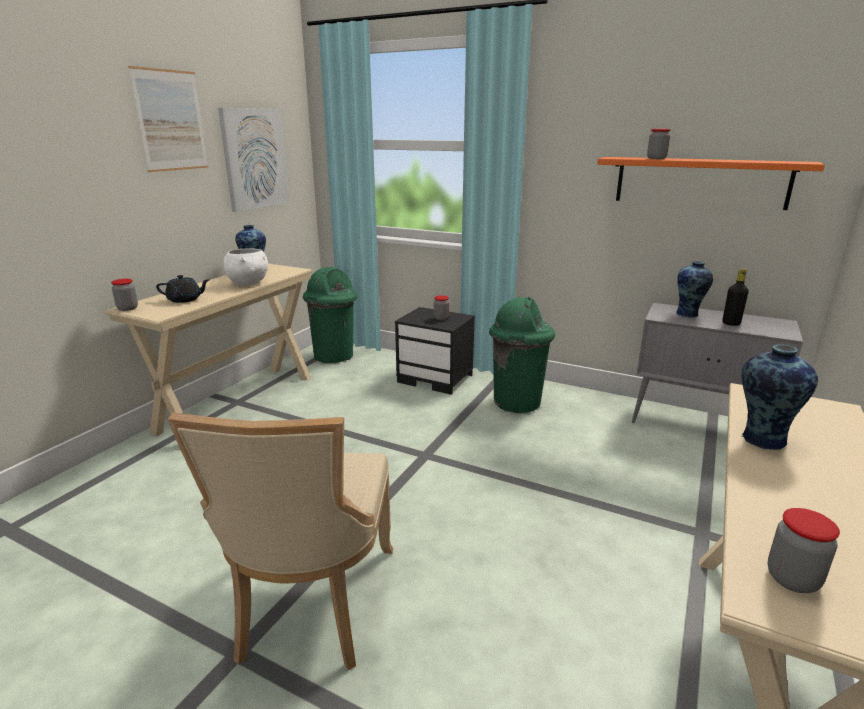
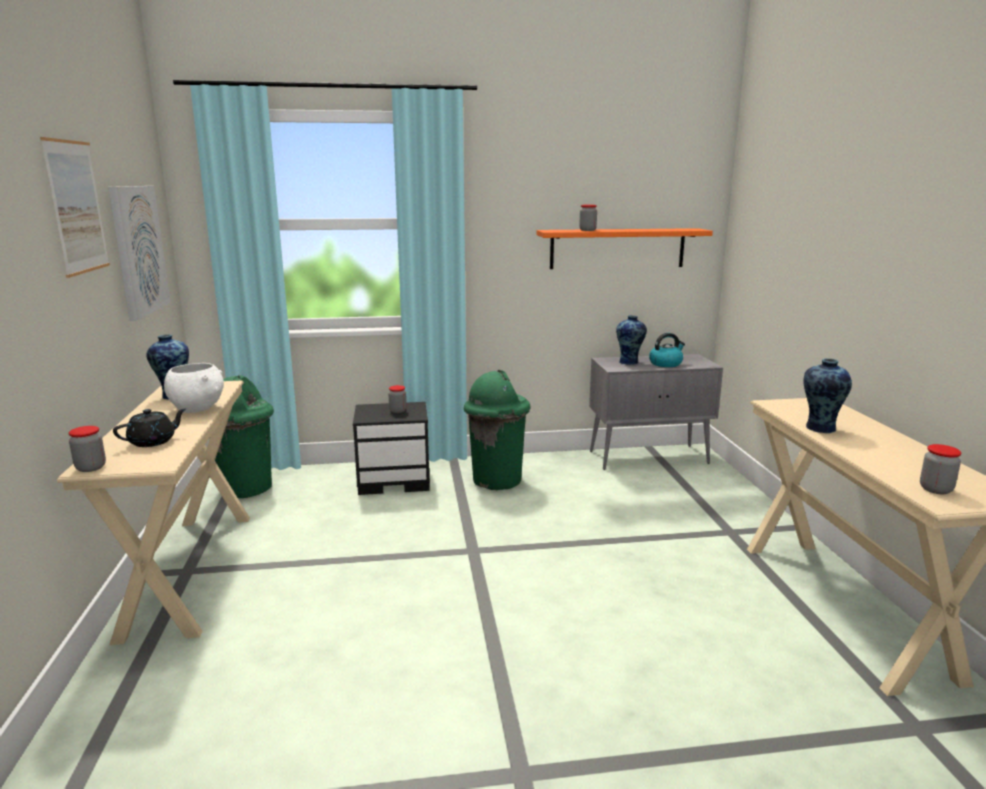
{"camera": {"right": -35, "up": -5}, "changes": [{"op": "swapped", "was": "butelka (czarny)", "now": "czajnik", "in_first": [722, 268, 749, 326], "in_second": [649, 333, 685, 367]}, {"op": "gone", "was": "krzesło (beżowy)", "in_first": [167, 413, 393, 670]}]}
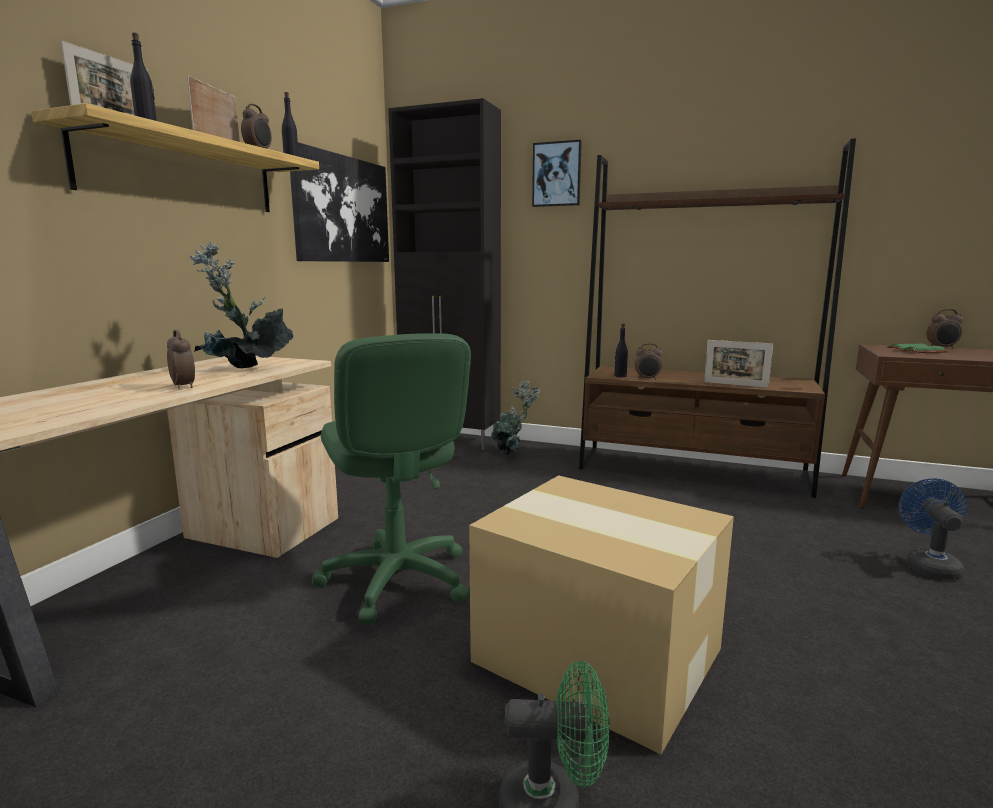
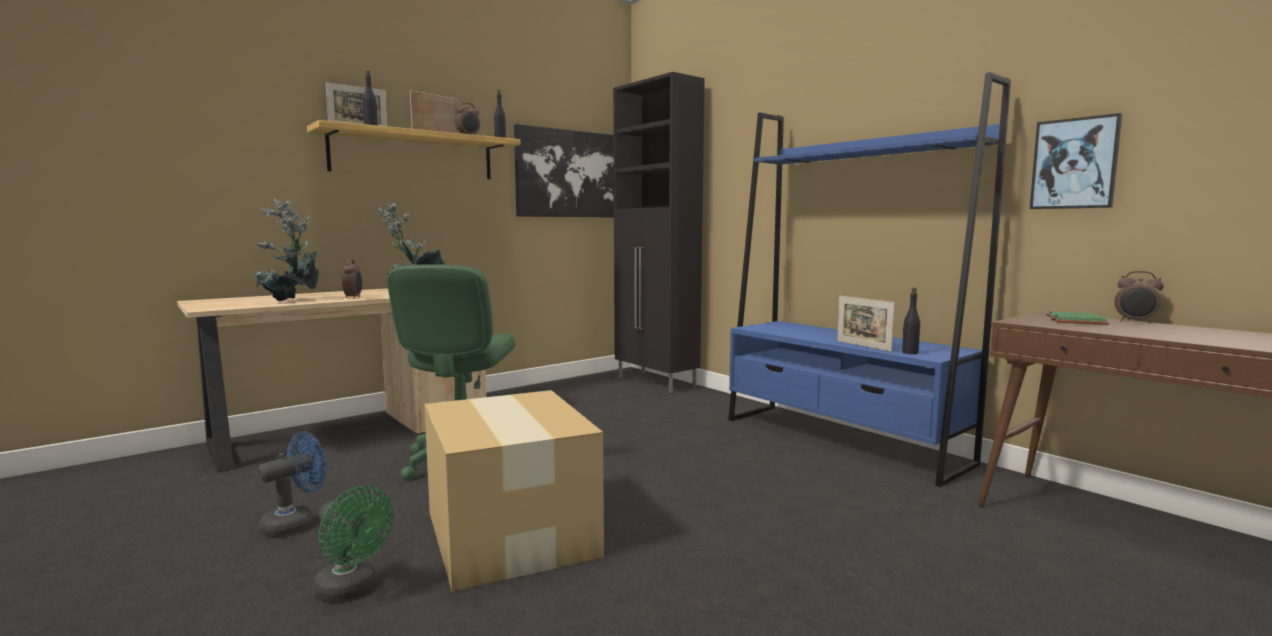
{"camera": {"right": 30, "up": -5}, "changes": [{"op": "repainted", "was": "regał (brązowy)", "now": "regał (niebieski)", "in_first": [579, 138, 856, 498], "in_second": [728, 72, 1011, 487]}, {"op": "shifted", "was": "obraz", "in_first": [532, 140, 582, 207], "in_second": [1030, 113, 1122, 209]}, {"op": "shifted", "was": "butelka (czarny)", "in_first": [614, 324, 628, 377], "in_second": [902, 288, 920, 354]}, {"op": "gone", "was": "budzik", "in_first": [634, 343, 662, 380]}, {"op": "shifted", "was": "roślina doniczkowa", "in_first": [491, 380, 540, 456], "in_second": [255, 199, 319, 301]}, {"op": "shifted", "was": "wentylator (niebieski)", "in_first": [899, 478, 967, 580], "in_second": [258, 432, 327, 537]}]}
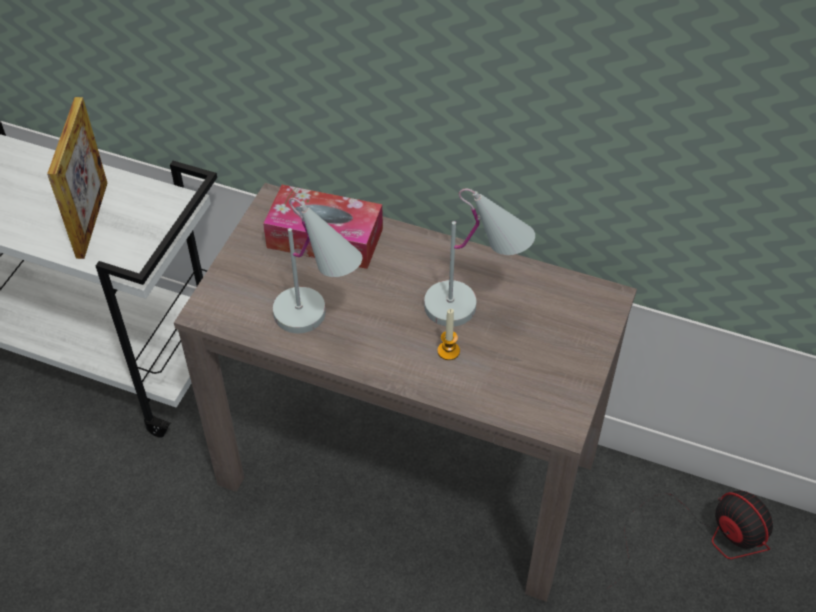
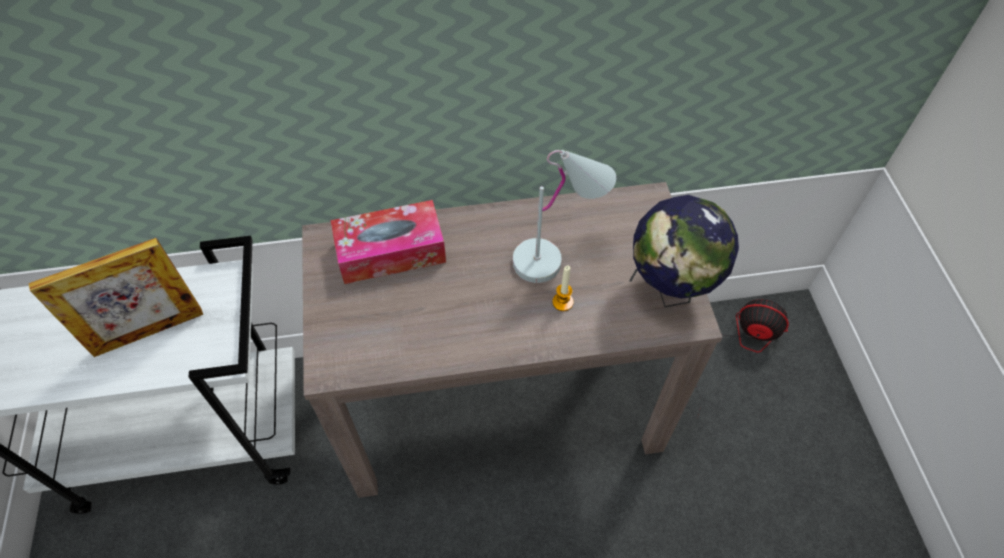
{"camera": {"right": -30, "up": 5}, "changes": [{"op": "rotated", "was": "ramka na zdjęcie", "in_first": [47, 97, 107, 259], "in_second": [29, 238, 203, 357], "clockwise": 90}, {"op": "gone", "was": "lampa stołowa (biały)", "in_first": [273, 198, 362, 334]}, {"op": "new", "now": "globus", "in_second": [629, 195, 739, 307]}]}
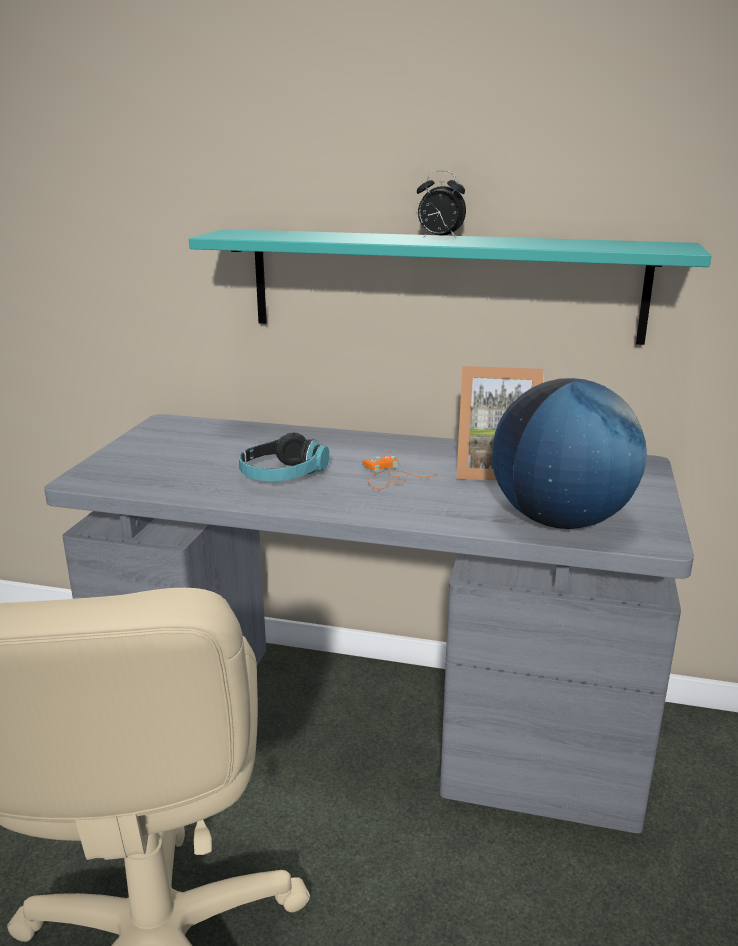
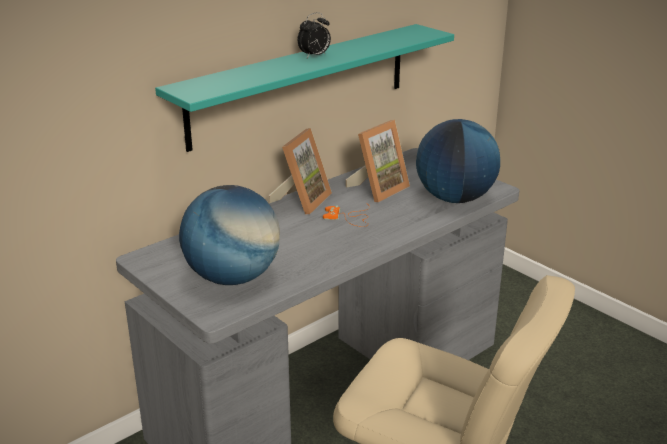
{"camera": {"right": -55, "up": 5}, "changes": [{"op": "gone", "was": "słuchawki", "in_first": [239, 432, 330, 481]}, {"op": "new", "now": "ramka na zdjęcie", "in_second": [268, 128, 332, 215]}, {"op": "new", "now": "globus", "in_second": [179, 185, 280, 285]}]}
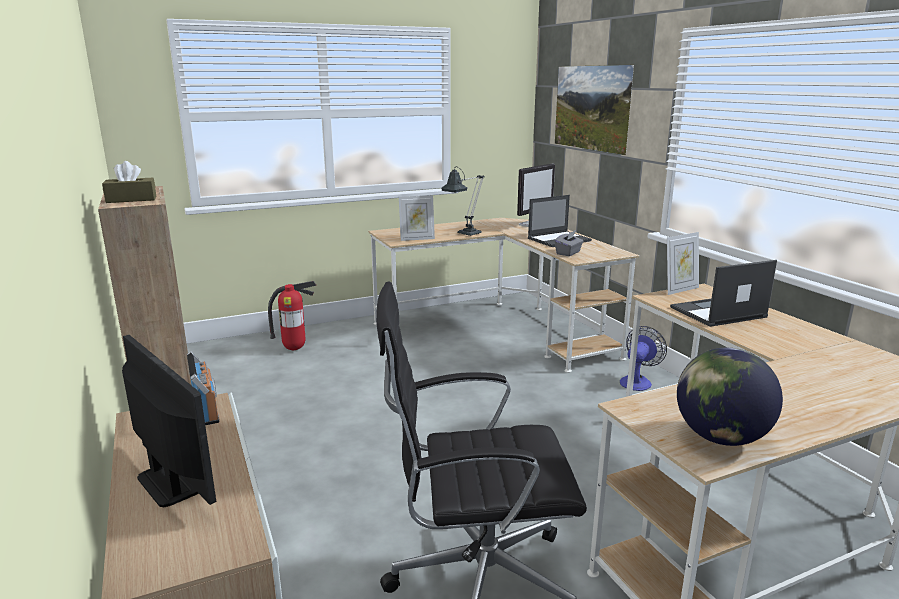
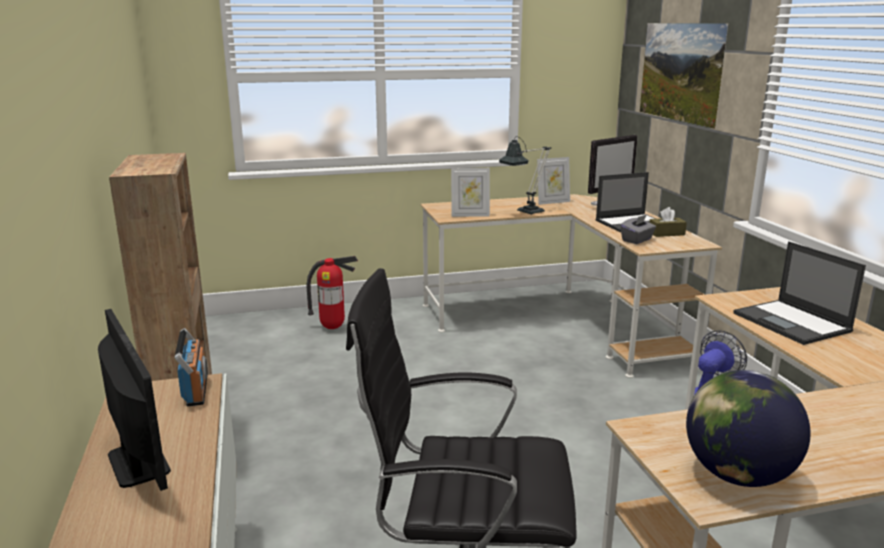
{"camera": {"right": 10, "up": 0}, "changes": [{"op": "shifted", "was": "pudełko chusteczek (brązowy)", "in_first": [102, 161, 156, 203], "in_second": [649, 207, 687, 237]}, {"op": "shifted", "was": "ramka na zdjęcie", "in_first": [667, 232, 699, 295], "in_second": [537, 157, 570, 205]}, {"op": "rotated", "was": "laptop", "in_first": [670, 260, 777, 327], "in_second": [733, 241, 866, 345], "clockwise": -105}]}
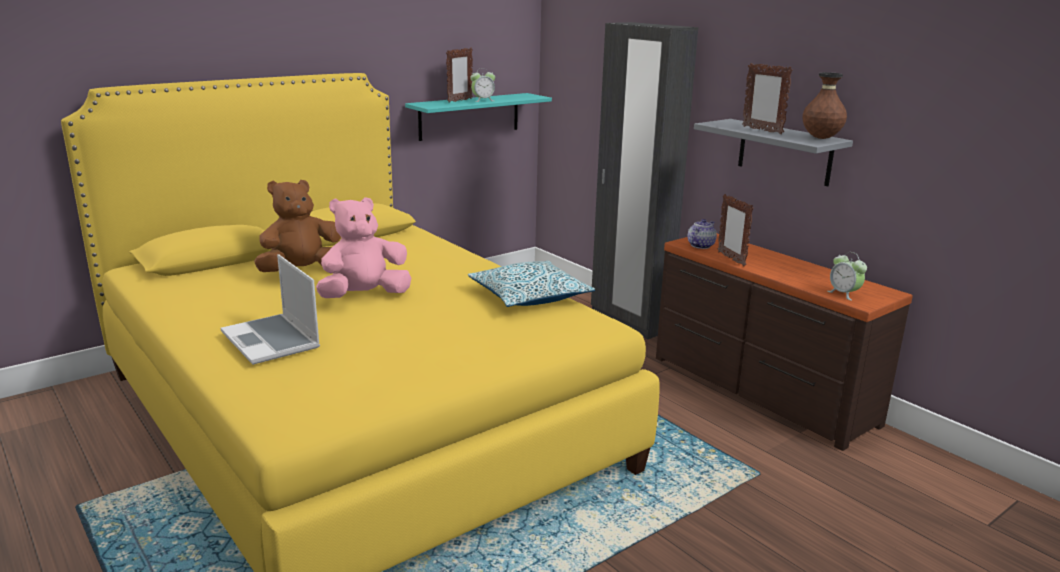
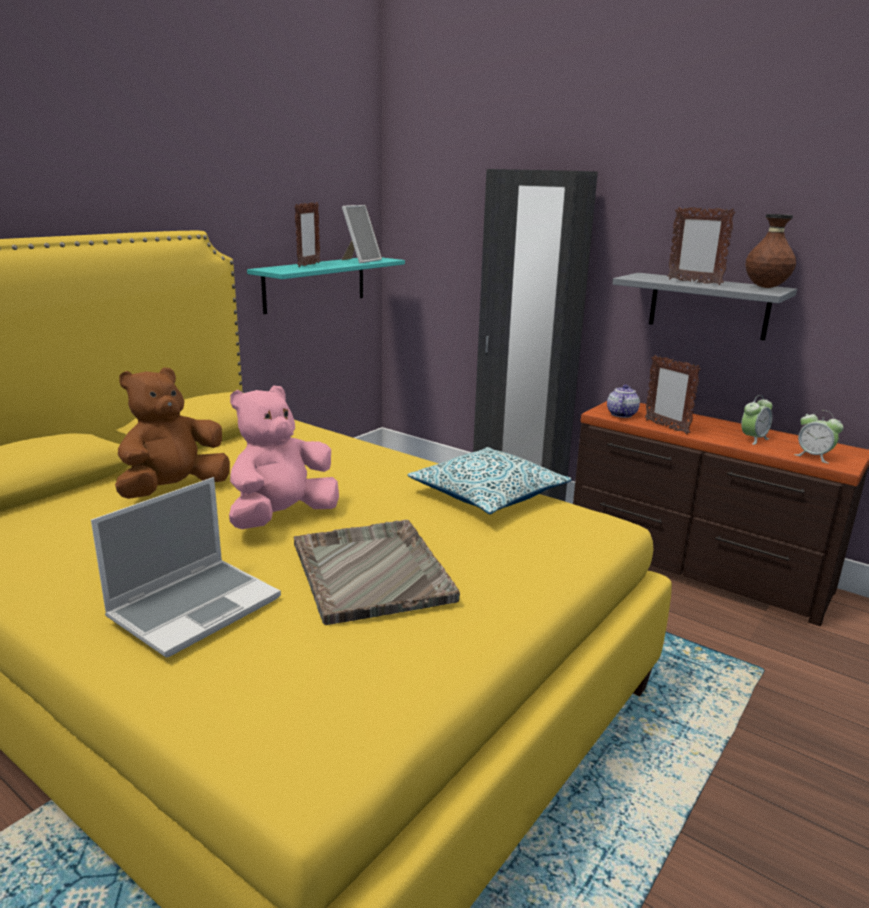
{"camera": {"right": -15, "up": 0}, "changes": [{"op": "shifted", "was": "budzik", "in_first": [470, 68, 495, 102], "in_second": [741, 395, 772, 445]}, {"op": "rotated", "was": "laptop", "in_first": [221, 254, 320, 365], "in_second": [91, 477, 281, 657], "clockwise": -90}, {"op": "new", "now": "ramka na zdjęcie", "in_second": [342, 205, 382, 263]}, {"op": "new", "now": "taca (szary)", "in_second": [293, 520, 460, 625]}]}
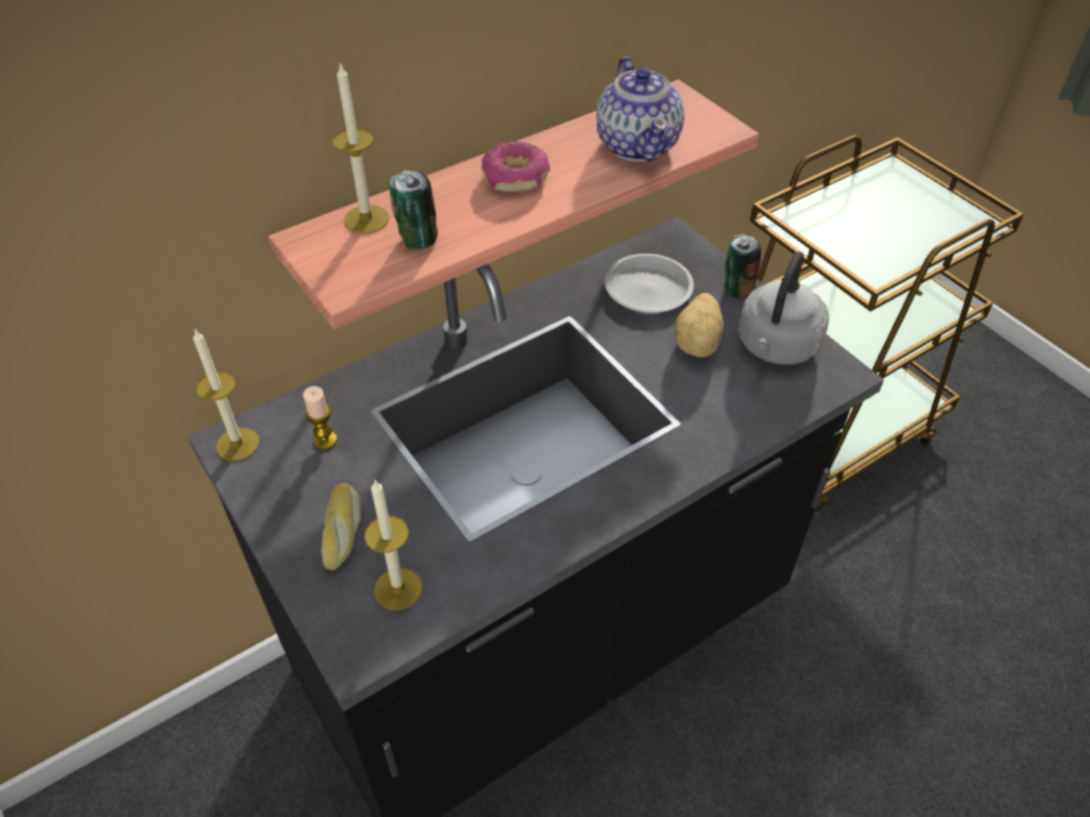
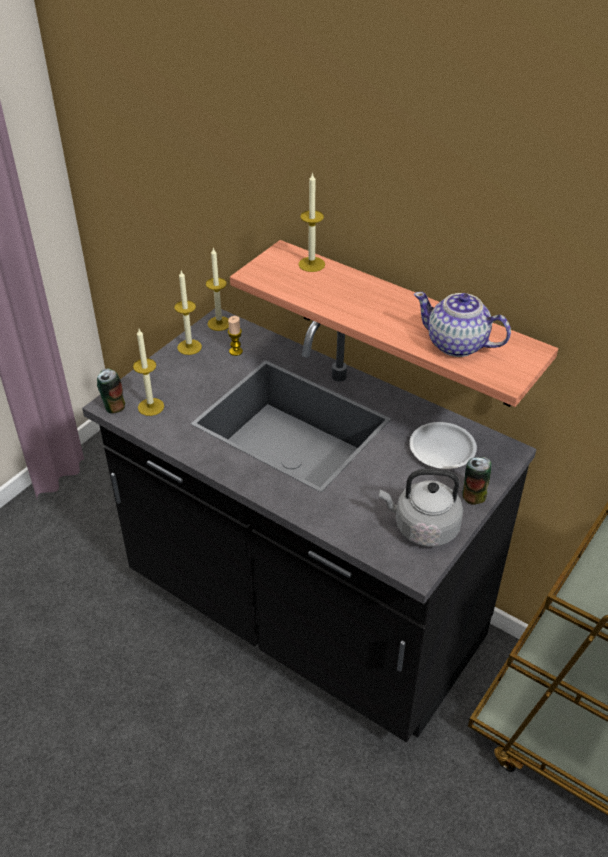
{"camera": {"right": 70, "up": -5}, "changes": [{"op": "rotated", "was": "imbryk", "in_first": [596, 57, 684, 162], "in_second": [414, 292, 511, 357], "clockwise": 60}, {"op": "gone", "was": "donut", "in_first": [482, 141, 550, 192]}, {"op": "shifted", "was": "puszka", "in_first": [388, 170, 438, 249], "in_second": [97, 369, 125, 413]}, {"op": "gone", "was": "ziemniak", "in_first": [674, 293, 724, 357]}, {"op": "gone", "was": "chleb", "in_first": [321, 483, 361, 570]}, {"op": "new", "now": "świeca", "in_second": [174, 271, 202, 355]}]}
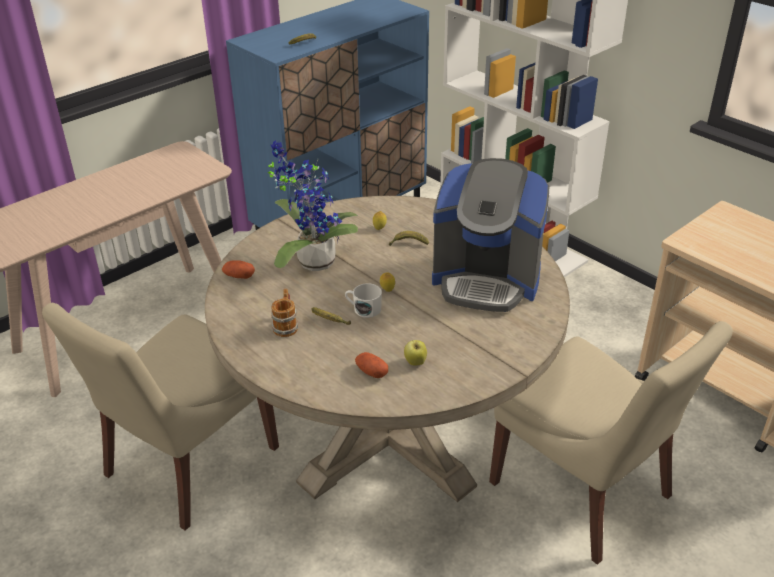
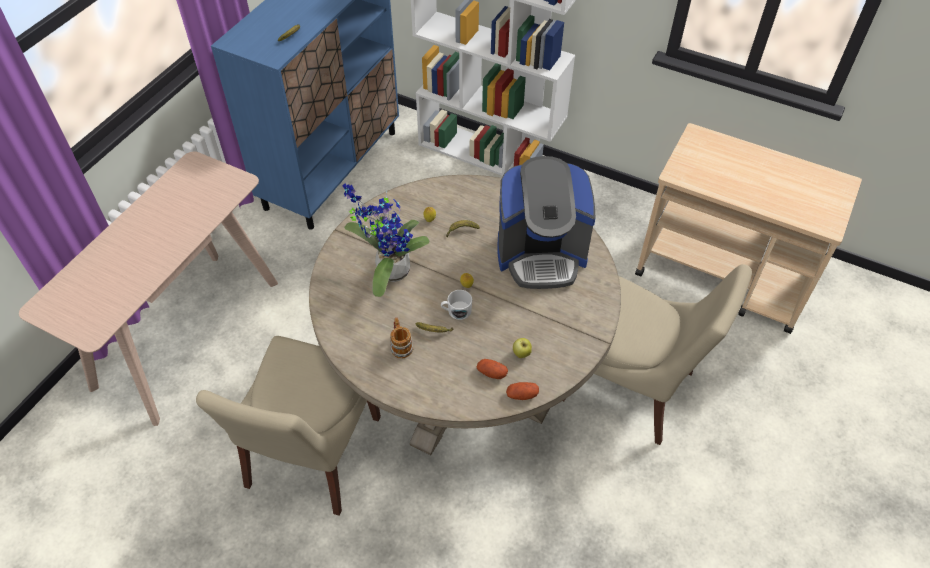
{"camera": {"right": -20, "up": 15}, "changes": [{"op": "shifted", "was": "ziemniak", "in_first": [222, 260, 255, 279], "in_second": [506, 382, 539, 400]}]}
